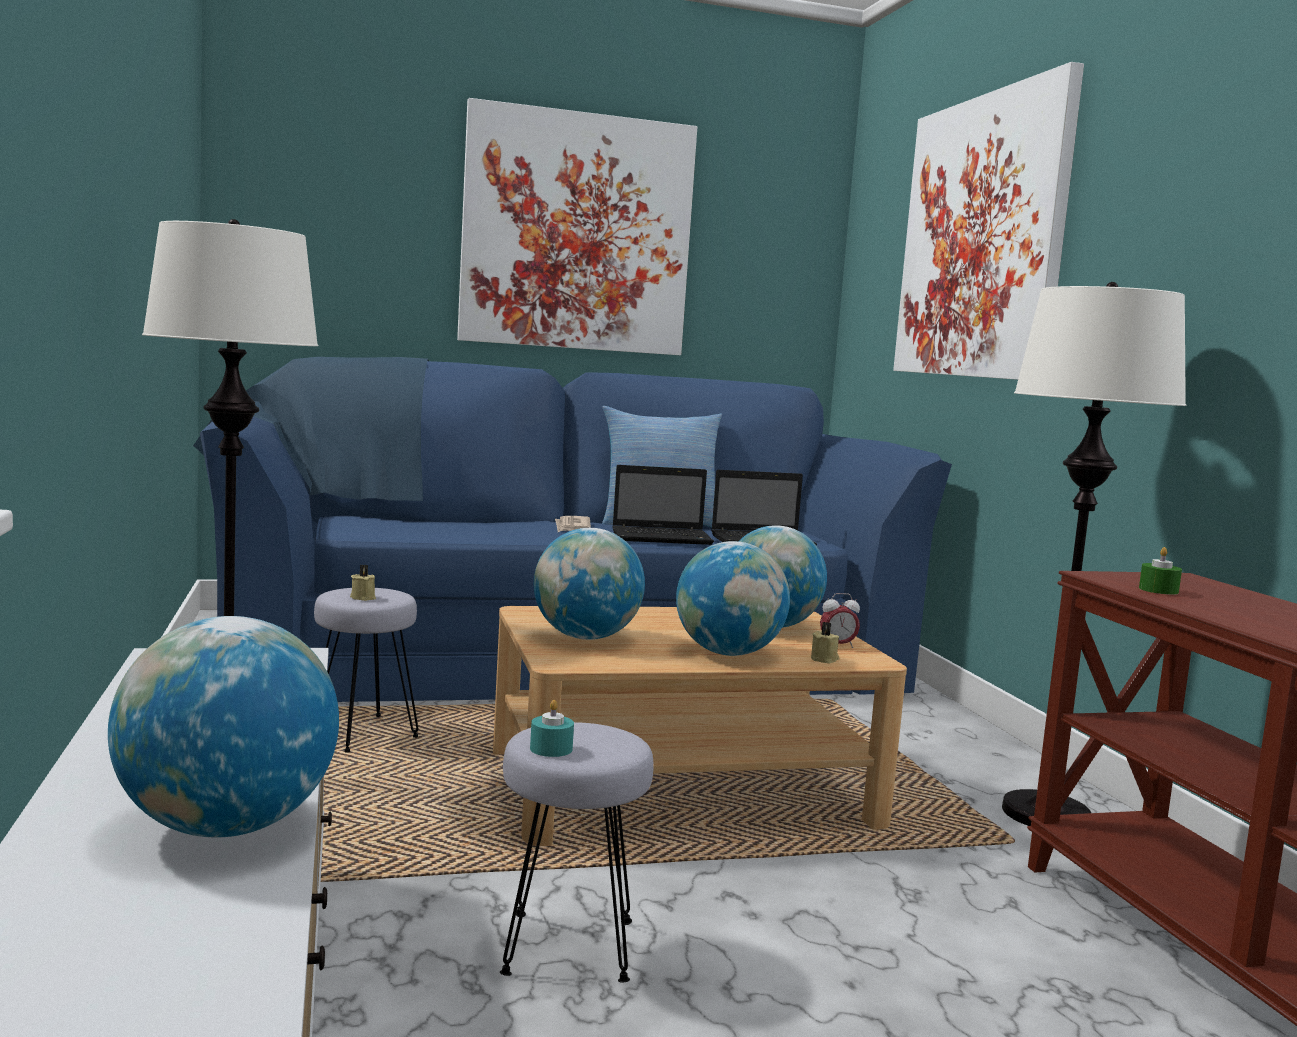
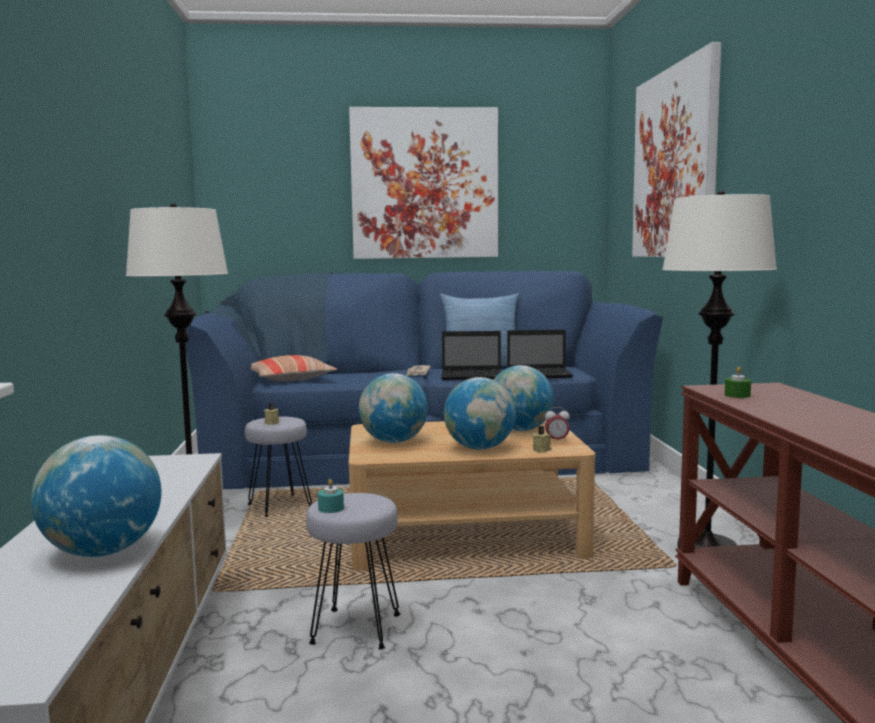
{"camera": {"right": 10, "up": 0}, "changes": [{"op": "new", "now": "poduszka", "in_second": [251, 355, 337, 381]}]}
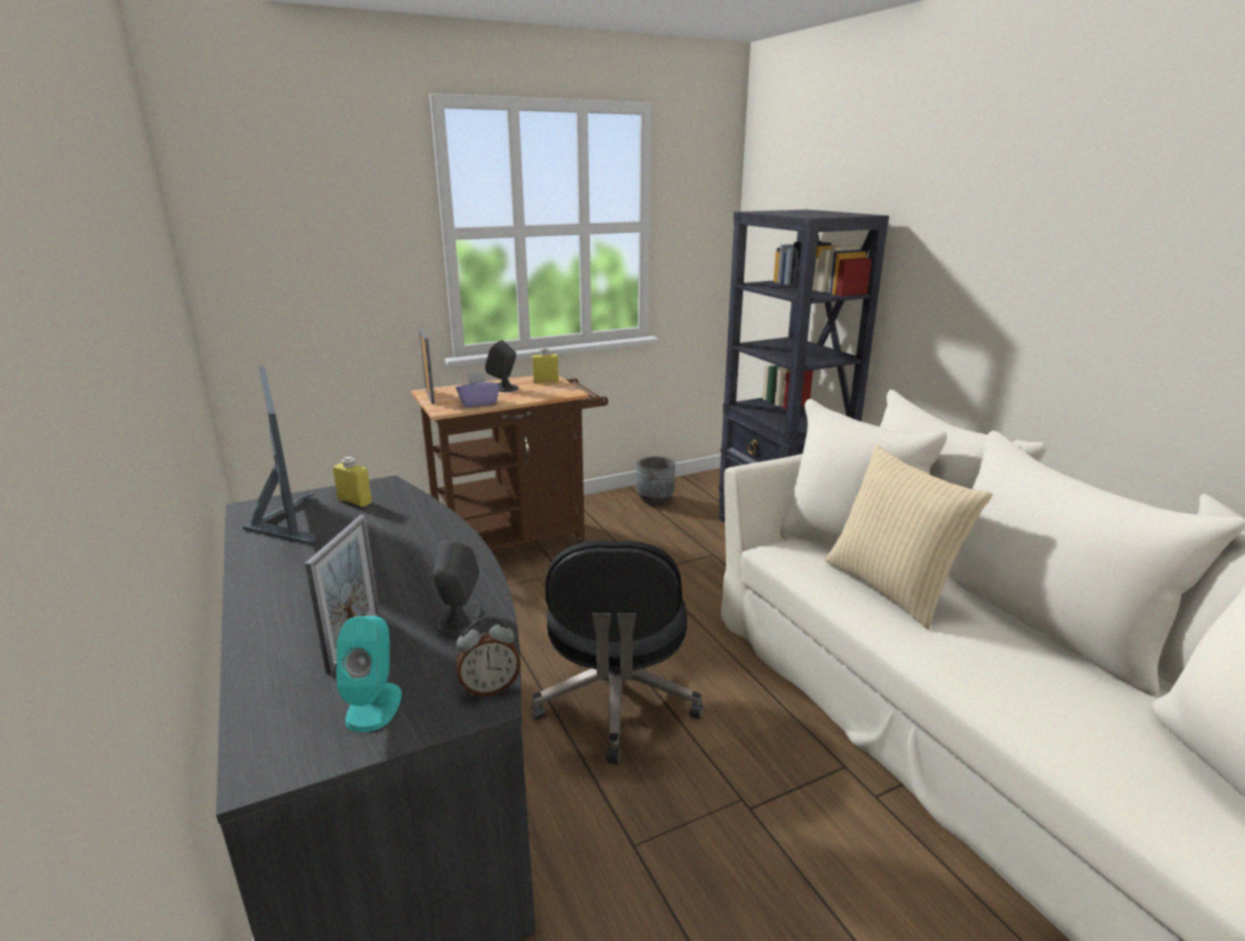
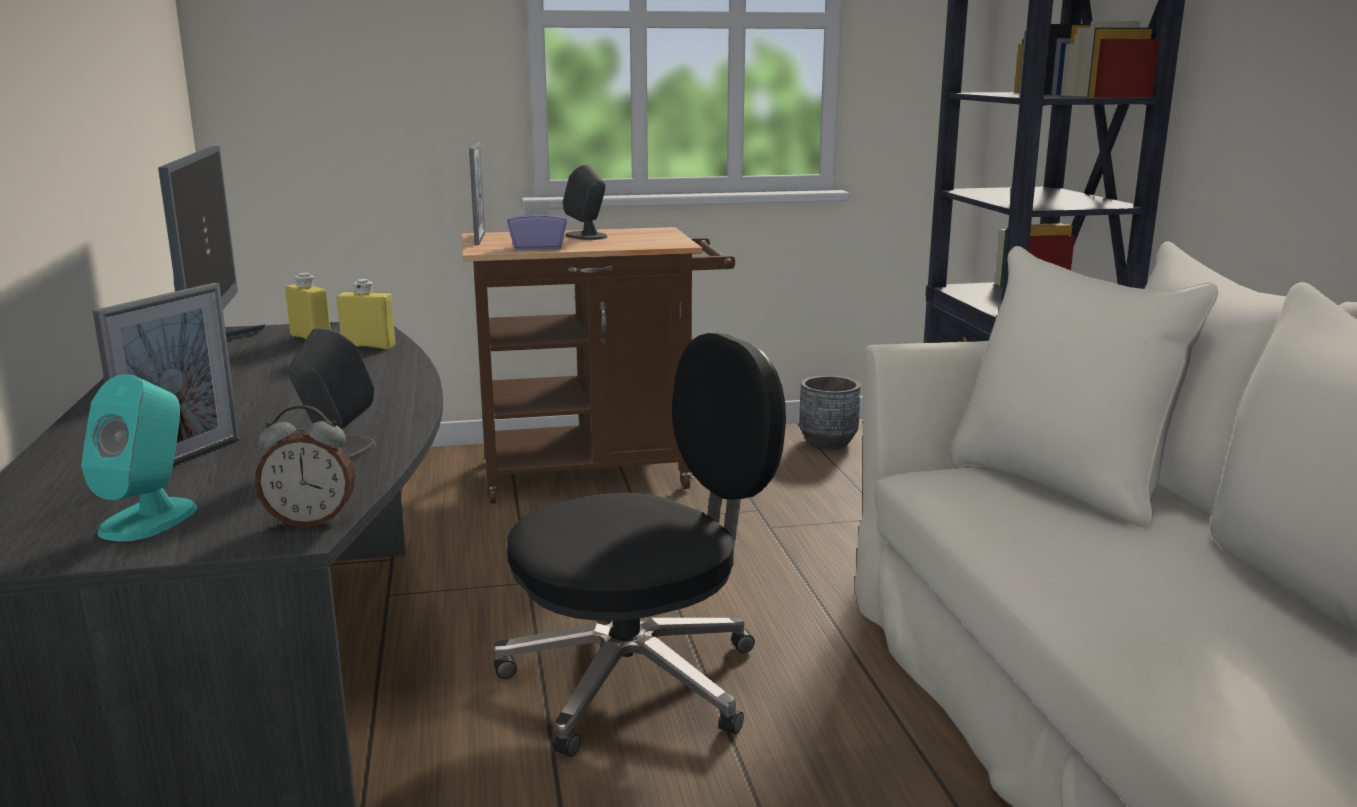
{"camera": {"right": 15, "up": -5}, "changes": [{"op": "shifted", "was": "butelka (żółty)", "in_first": [532, 348, 559, 383], "in_second": [337, 279, 396, 349]}, {"op": "gone", "was": "poduszka (beżowy)", "in_first": [825, 445, 993, 629]}, {"op": "rotated", "was": "krzesło biurowe (czarny)", "in_first": [531, 540, 703, 764], "in_second": [493, 333, 786, 757], "clockwise": -135}]}
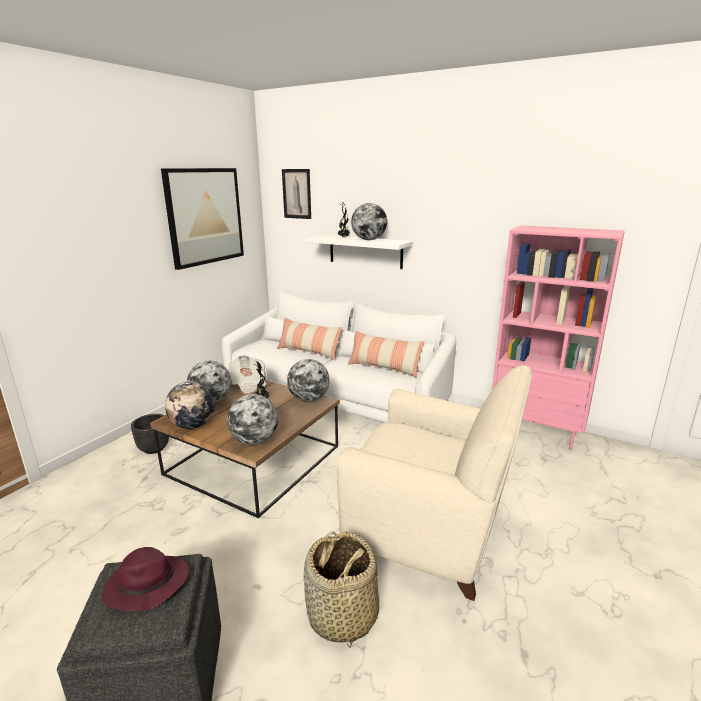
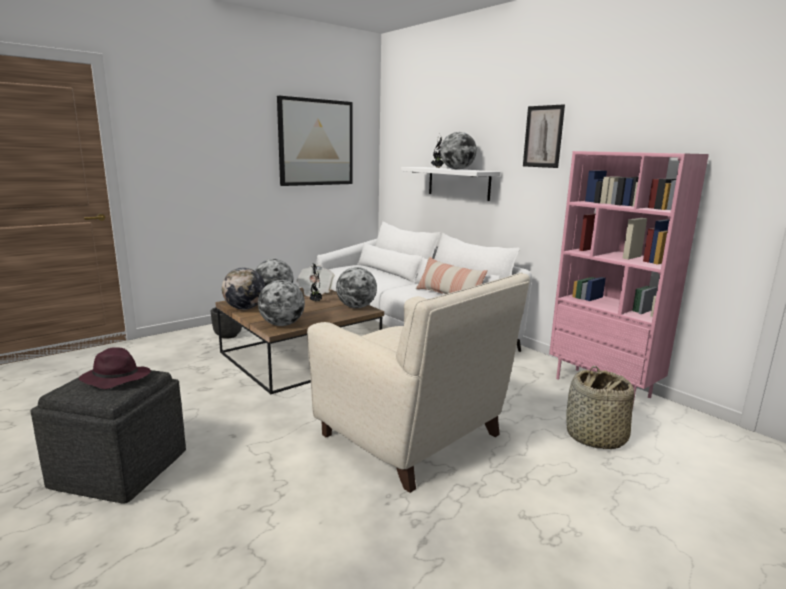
{"camera": {"right": 20, "up": -5}, "changes": [{"op": "shifted", "was": "obraz", "in_first": [282, 169, 311, 219], "in_second": [523, 104, 565, 168]}, {"op": "gone", "was": "poduszka", "in_first": [277, 317, 343, 360]}, {"op": "shifted", "was": "koszyk", "in_first": [304, 531, 379, 647], "in_second": [566, 366, 634, 449]}]}
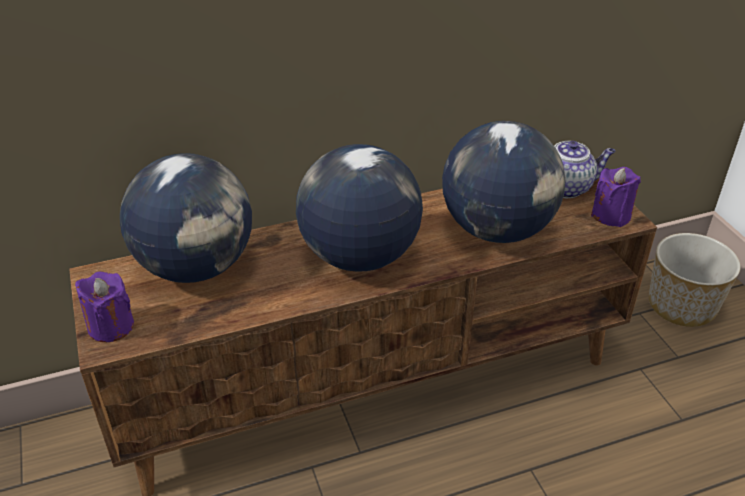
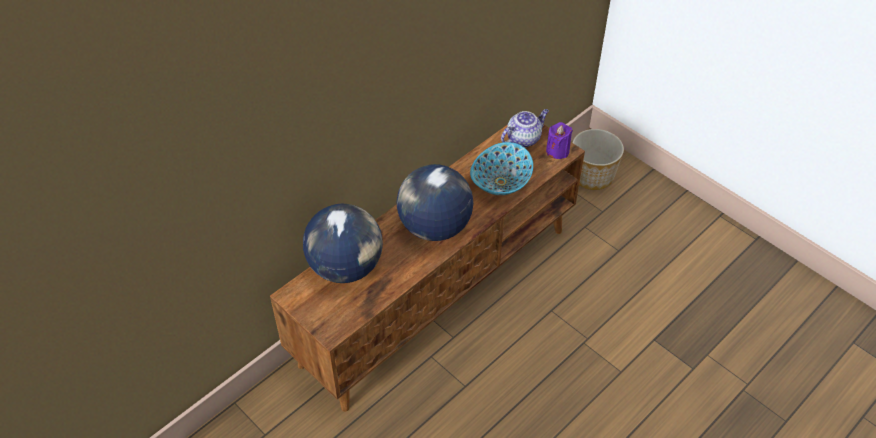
{"camera": {"right": -25, "up": 10}, "changes": [{"op": "swapped", "was": "globus", "now": "miska", "in_first": [442, 121, 566, 243], "in_second": [470, 142, 533, 195]}, {"op": "gone", "was": "świeca (fioletowy)", "in_first": [75, 271, 134, 342]}]}
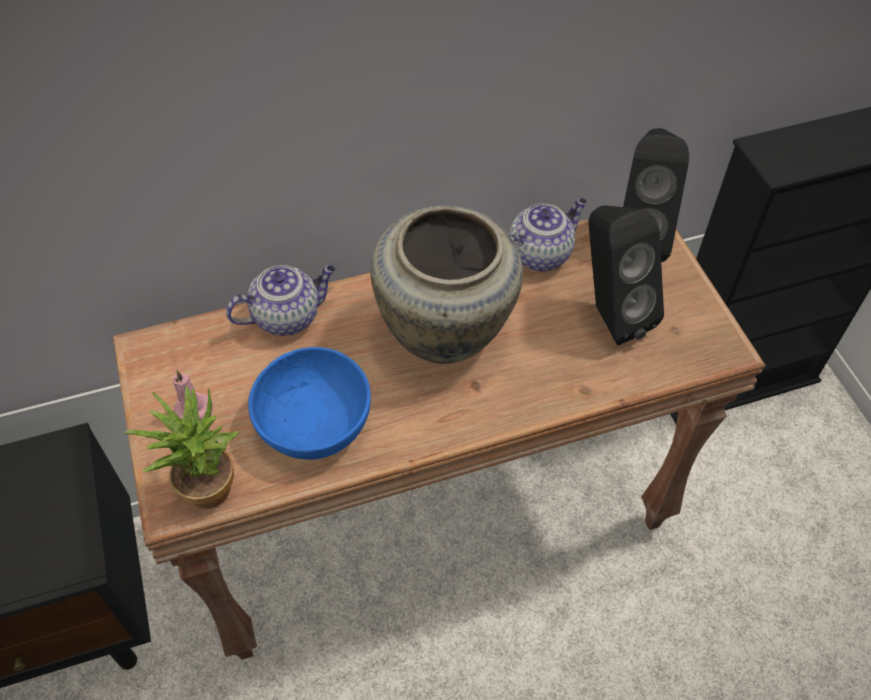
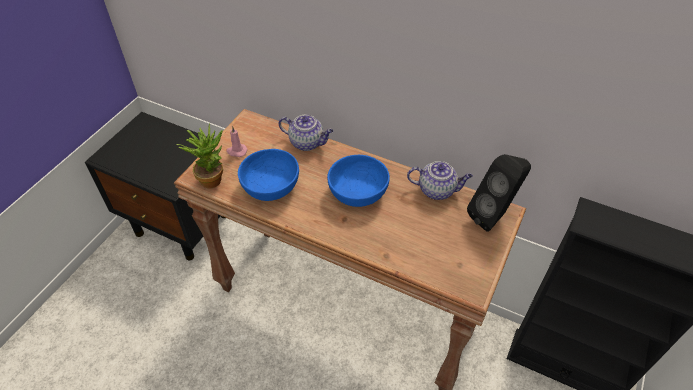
{"camera": {"right": 45, "up": -5}, "changes": [{"op": "gone", "was": "głośnik (czarny)", "in_first": [589, 205, 664, 345]}, {"op": "swapped", "was": "wazon (beżowy)", "now": "miska (niebieski)", "in_first": [371, 206, 523, 364], "in_second": [327, 155, 390, 207]}]}
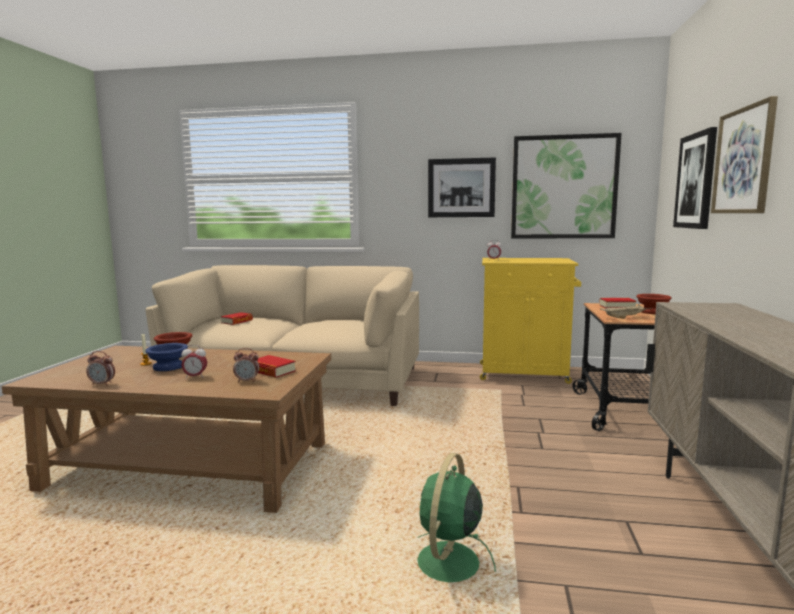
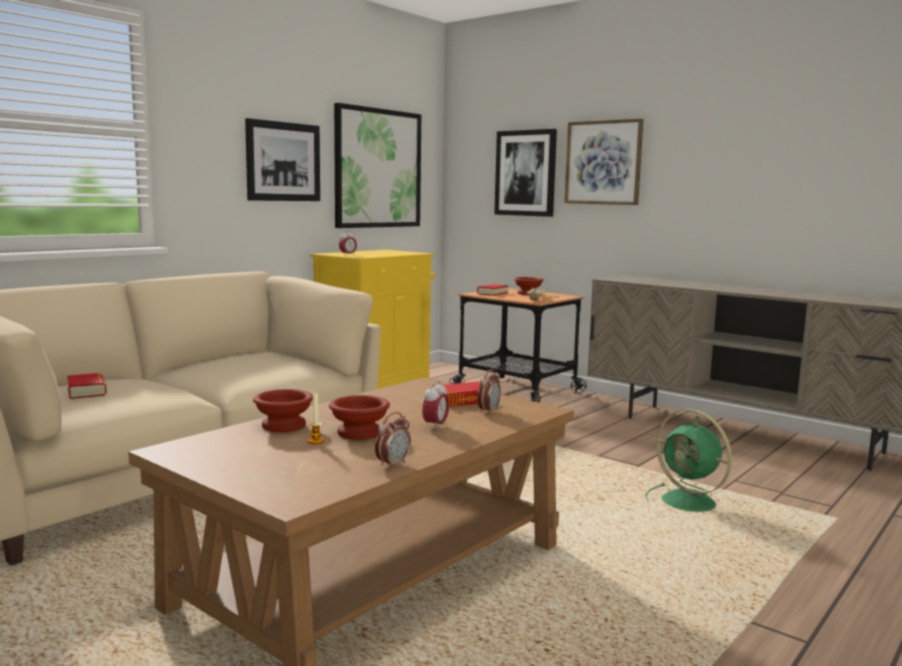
{"camera": {"right": -60, "up": 0}, "changes": [{"op": "repainted", "was": "miska (niebieski)", "now": "miska (brązowy)", "in_first": [145, 343, 188, 371], "in_second": [329, 395, 390, 440]}]}
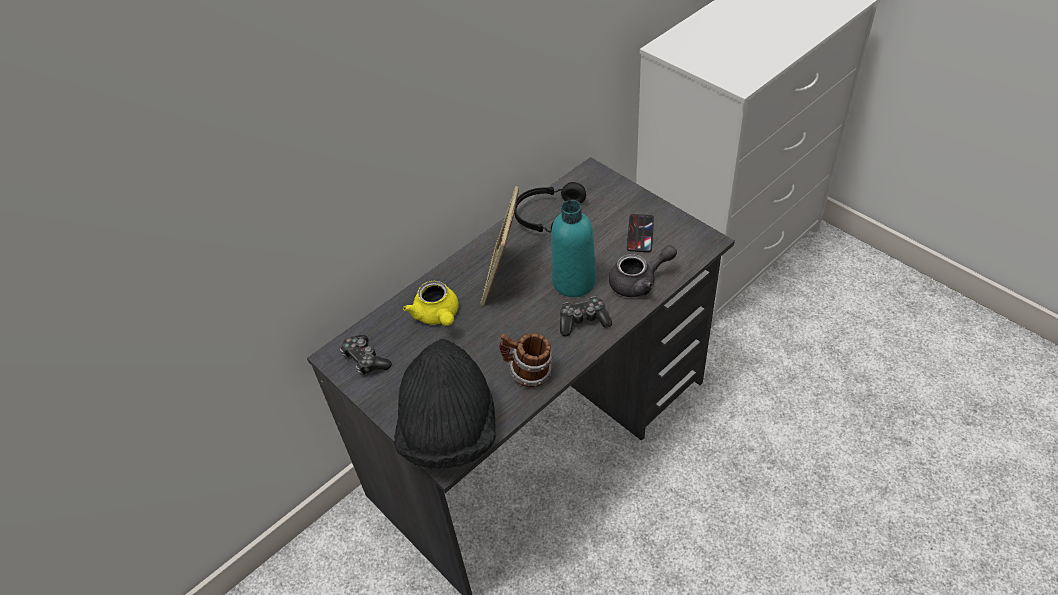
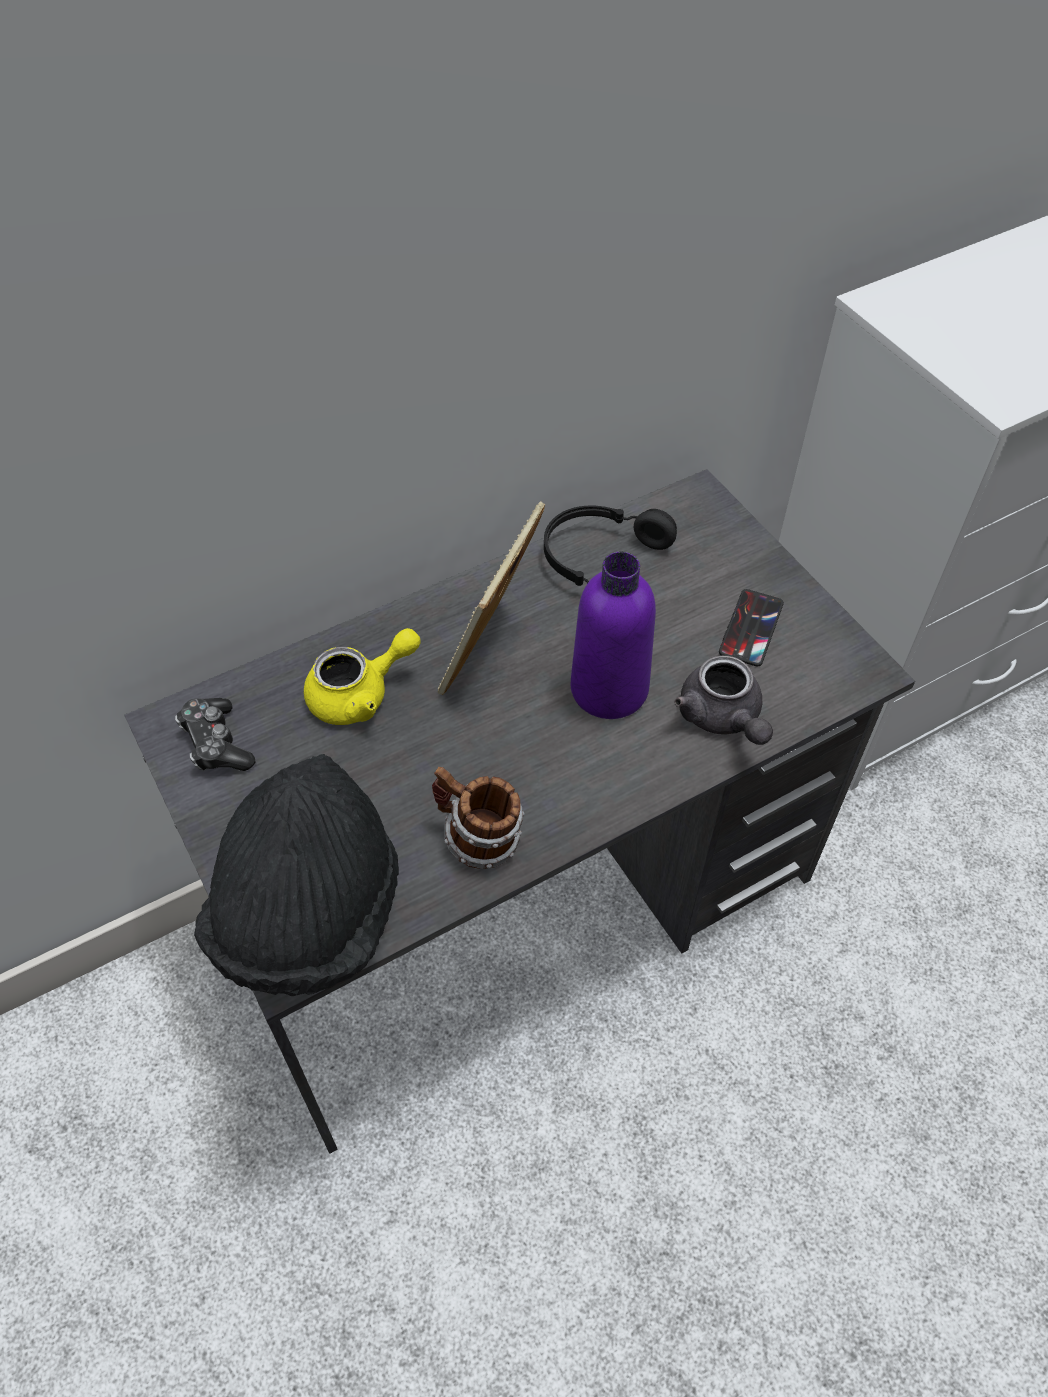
{"camera": {"right": 10, "up": 5}, "changes": [{"op": "repainted", "was": "butelka (turkusowy)", "now": "butelka (fioletowy)", "in_first": [551, 200, 596, 297], "in_second": [571, 552, 656, 719]}, {"op": "rotated", "was": "imbryk (szary)", "in_first": [609, 245, 677, 297], "in_second": [674, 655, 773, 745], "clockwise": 75}, {"op": "rotated", "was": "imbryk (żółty)", "in_first": [403, 281, 459, 326], "in_second": [304, 628, 420, 725], "clockwise": -105}, {"op": "gone", "was": "pad do gier", "in_first": [560, 297, 612, 336]}]}
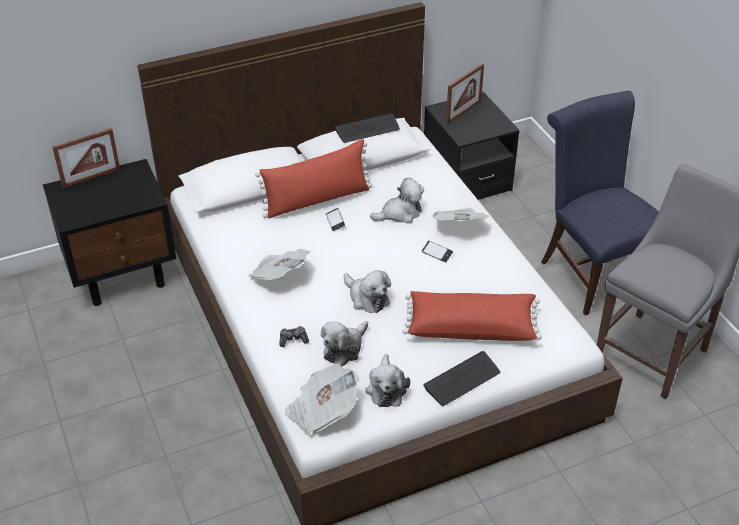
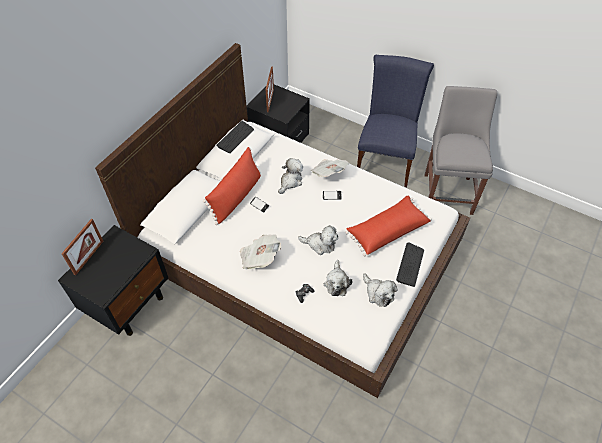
{"camera": {"right": -35, "up": 10}, "changes": [{"op": "rotated", "was": "krzesło (niebieski)", "in_first": [541, 90, 659, 316], "in_second": [357, 55, 434, 187], "clockwise": 75}, {"op": "gone", "was": "gazeta", "in_first": [285, 364, 359, 435]}]}
